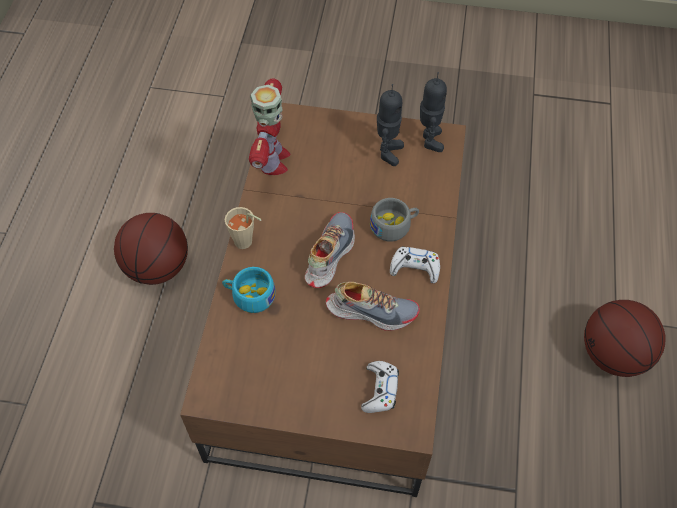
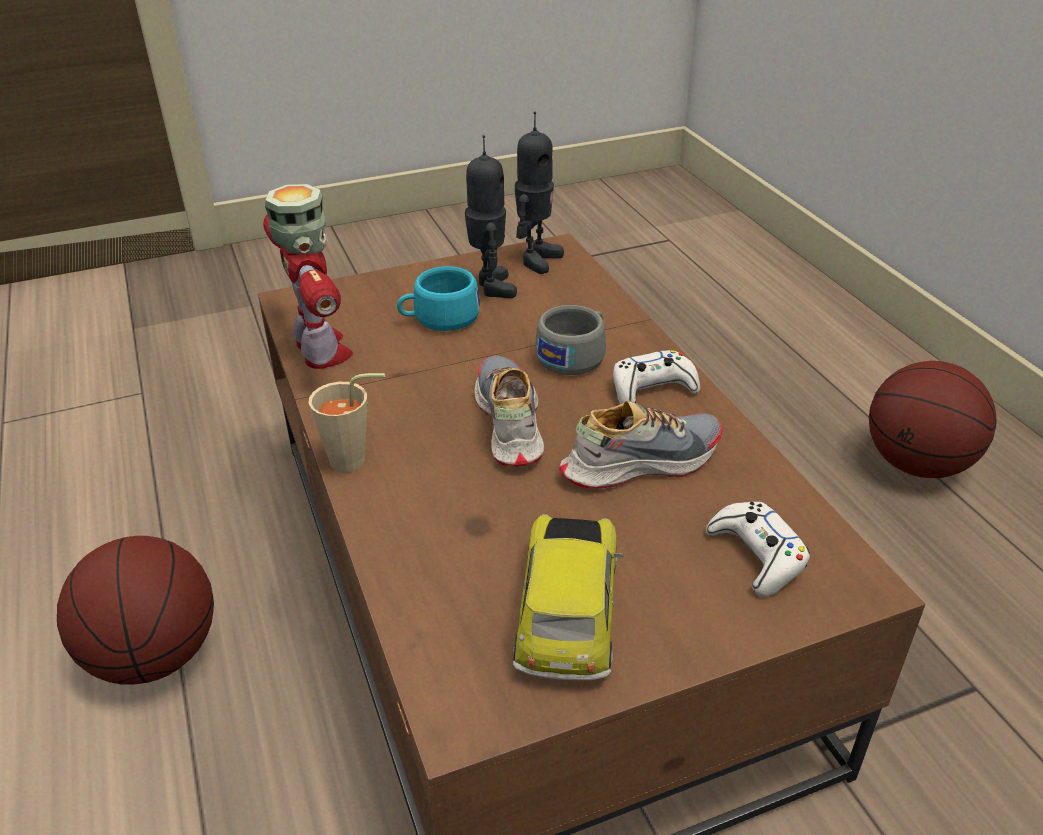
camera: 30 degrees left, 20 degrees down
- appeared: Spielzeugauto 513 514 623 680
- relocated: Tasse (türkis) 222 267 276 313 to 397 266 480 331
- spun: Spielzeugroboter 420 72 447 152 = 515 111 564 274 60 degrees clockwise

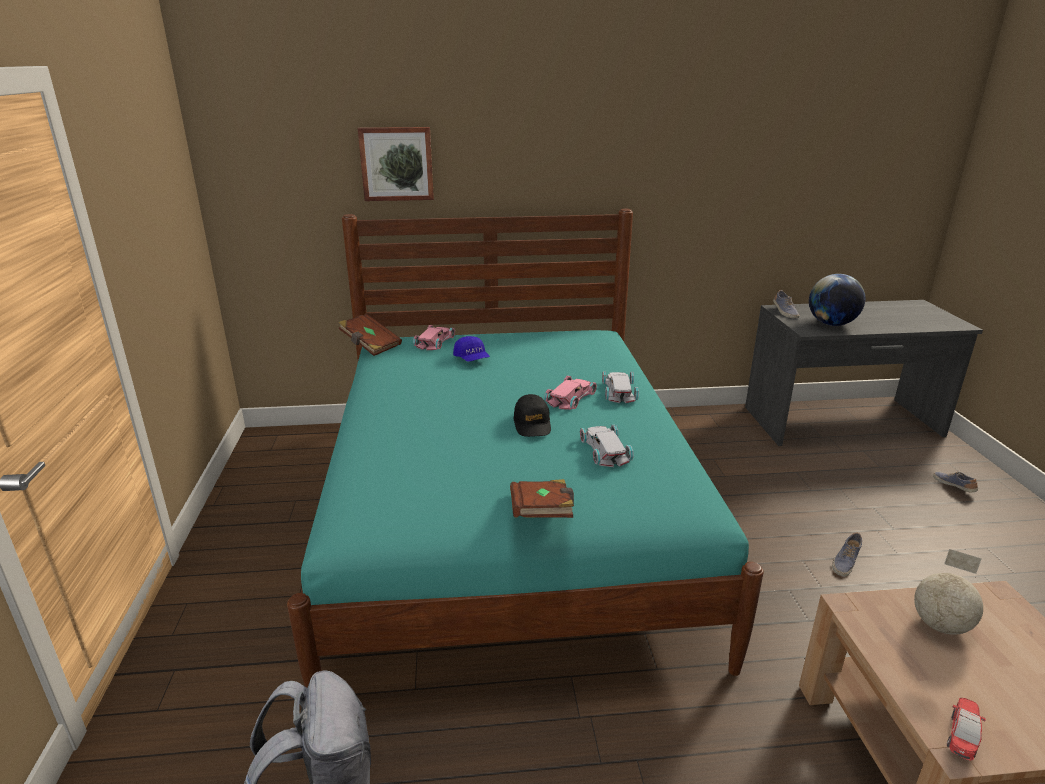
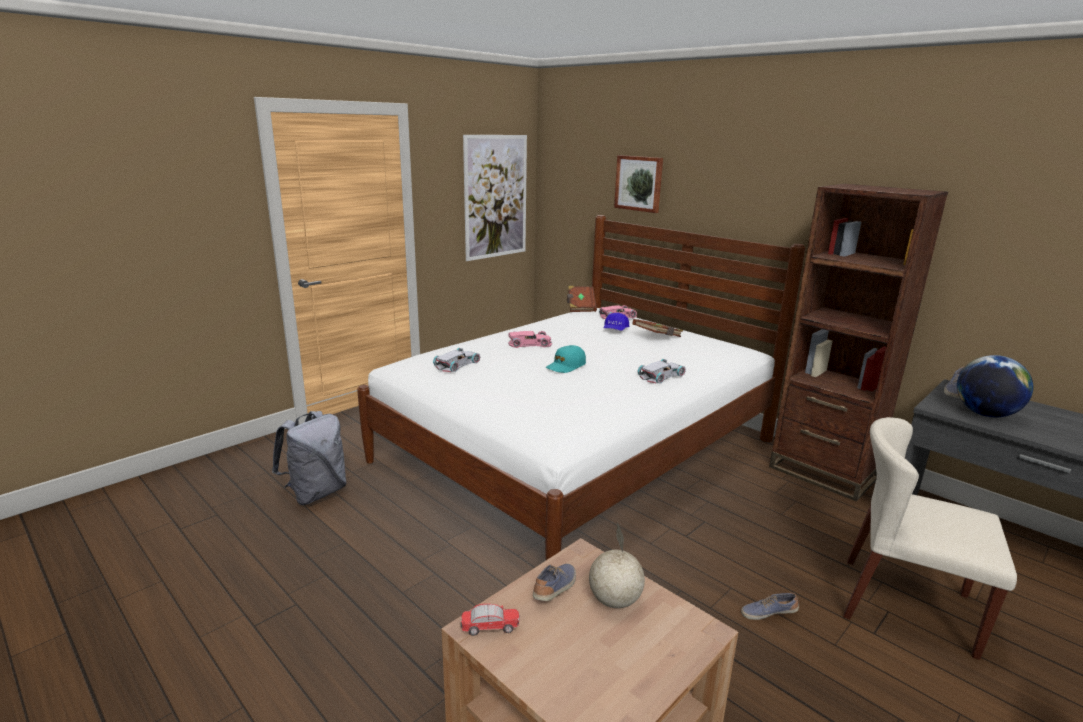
camera: 50 degrees right, 5 degrees down
- appeared: Bild 463 135 527 261
- appeared: Bücherregal (braun) 769 184 948 502
- appeared: Stuhl (beige) 844 417 1017 660
- relocated: Buch (braun) 510 479 574 518 to 632 319 683 337
- relocated: Spielzeugauto (rosa) 544 376 597 410 to 508 331 552 348
- relocated: Spielzeugauto (weiß) 580 424 634 467 to 433 348 480 372
- relocated: Schuh 933 472 978 493 to 533 564 576 601
- colour: Bett (türkis) 287 209 764 687 to Bett (weiß) 357 215 805 560
- colour: Kappe (schwarz) 514 394 551 437 to Kappe (türkis) 546 345 586 373

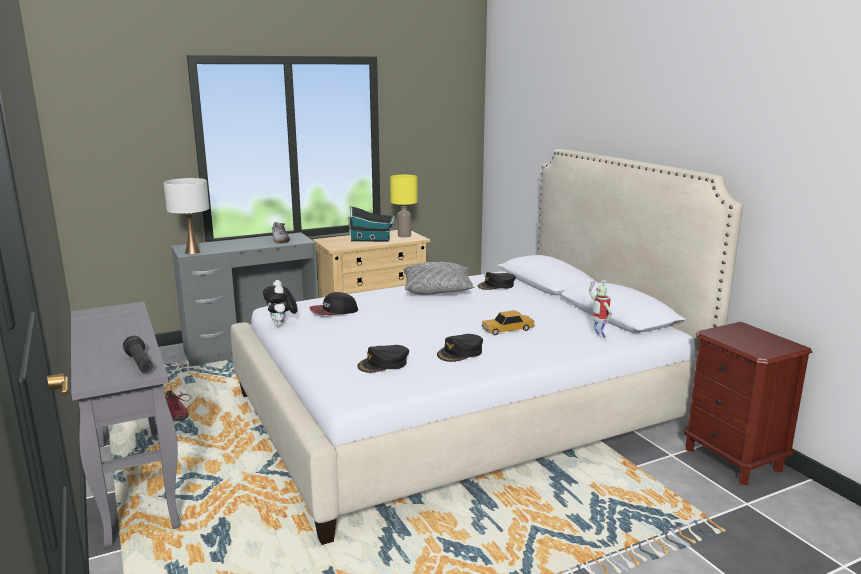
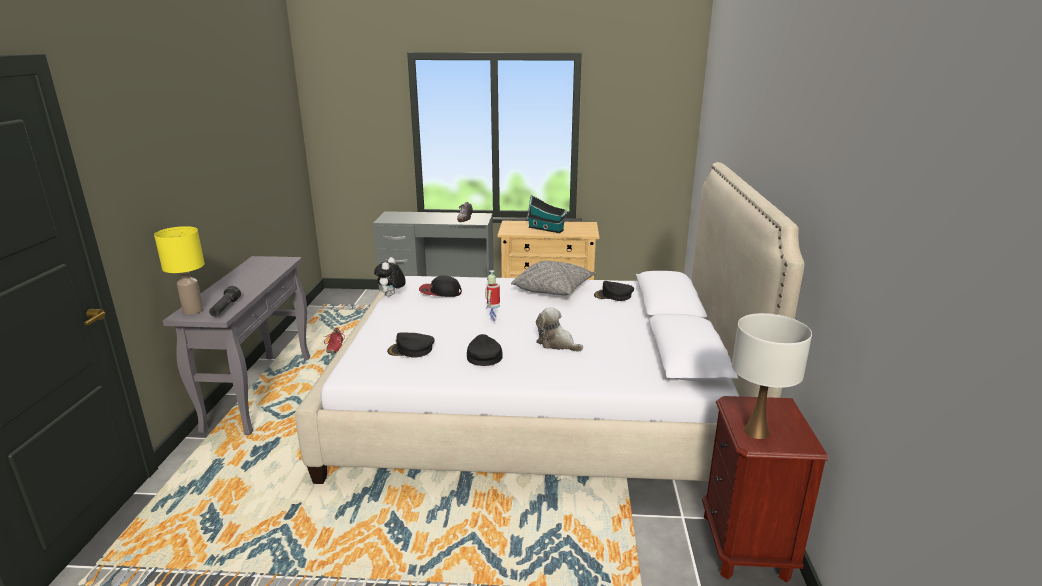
camera: 30 degrees right, 5 degrees up
- relocated: Tischlampe (weiß) 163 178 209 254 to 732 313 812 439
- relocated: Tischlampe (gelb) 390 175 418 238 to 154 226 205 315
- relocated: Spielzeugroboter 589 280 612 340 to 485 270 500 324
- exchanged: Spielzeugauto 482 310 535 335 to Plüschtier 536 307 583 351
- spun: Kappe (schwarz) 437 334 483 362 = 467 334 503 366 90 degrees clockwise

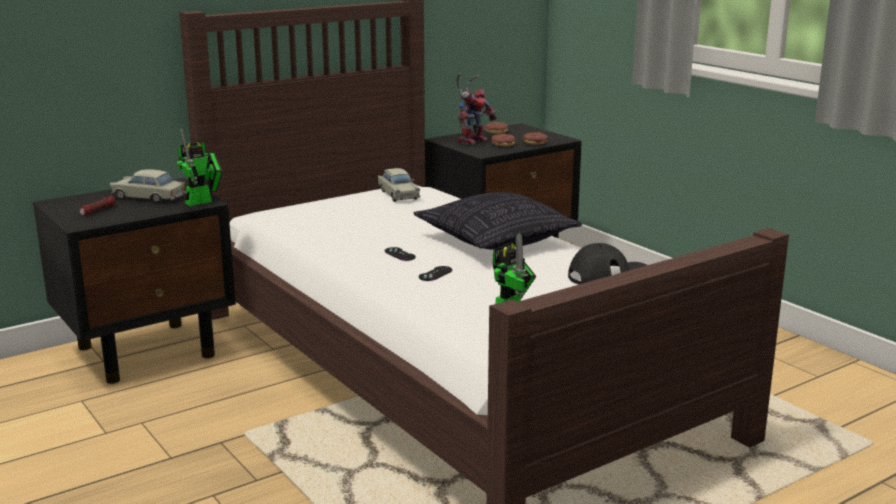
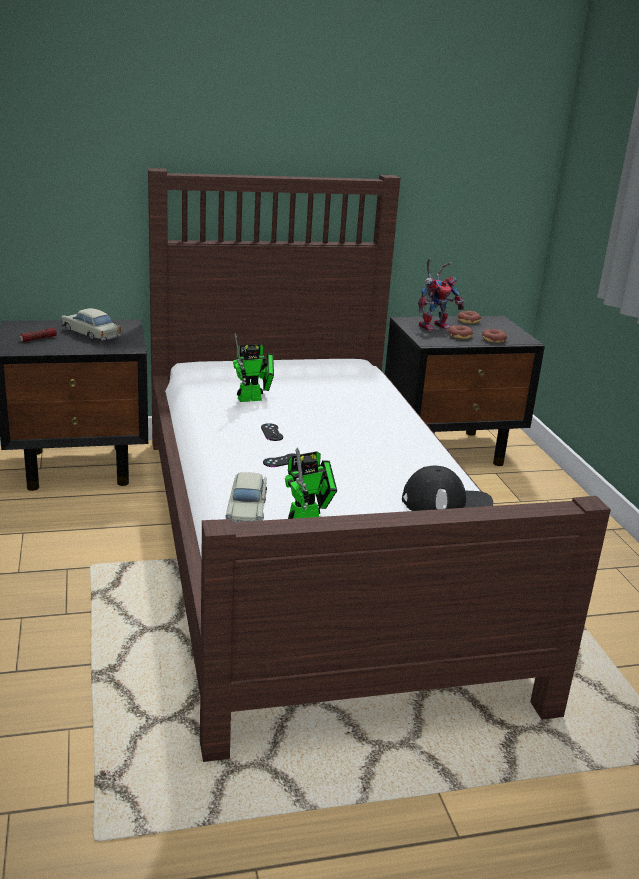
camera: 20 degrees right, 5 degrees up
- missing: Kissen 414 192 582 250
- relocated: Spielzeugroboter 177 128 222 206 to 233 333 274 402
- relocated: Spielzeugauto (beige) 378 168 420 202 to 225 472 267 522

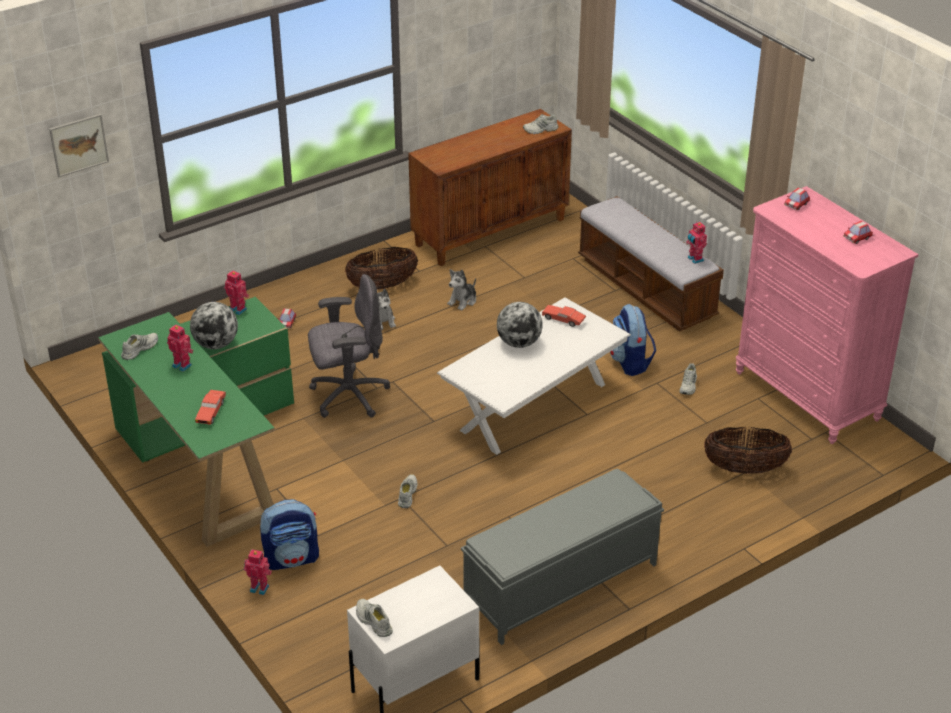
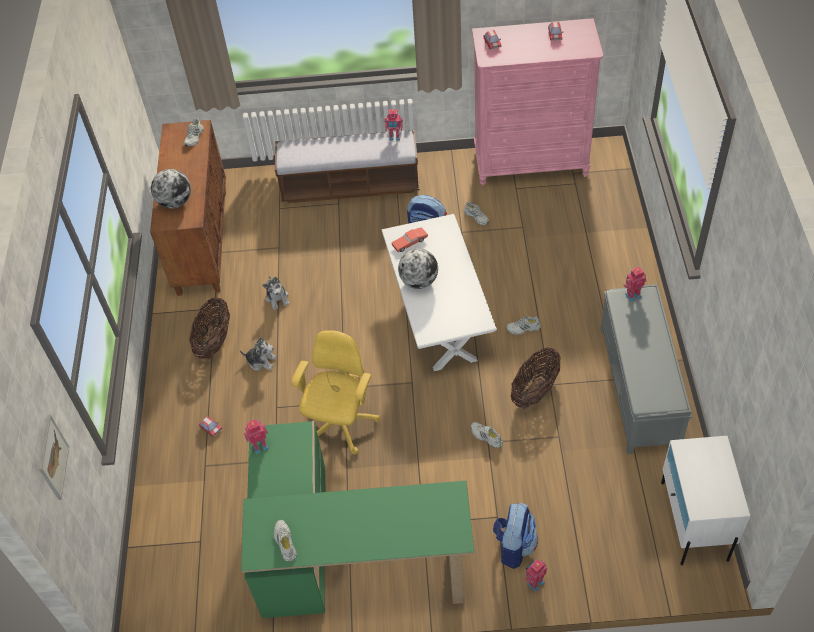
camera: 55 degrees left, 15 degrees up
- missing: Spielzeugauto (rot) 195 390 226 425
- relocated: Spielzeugroboter 167 325 194 372 to 624 267 647 302
- relocated: Globus 190 302 238 349 to 151 169 191 209
- relocated: Schuh (weiß) 356 599 393 637 to 506 316 541 335
- relocated: Korb 704 427 792 474 to 511 347 561 409
- colour: Bürostuhl (grau) 308 274 390 418 to Bürostuhl (gelb) 291 330 380 454

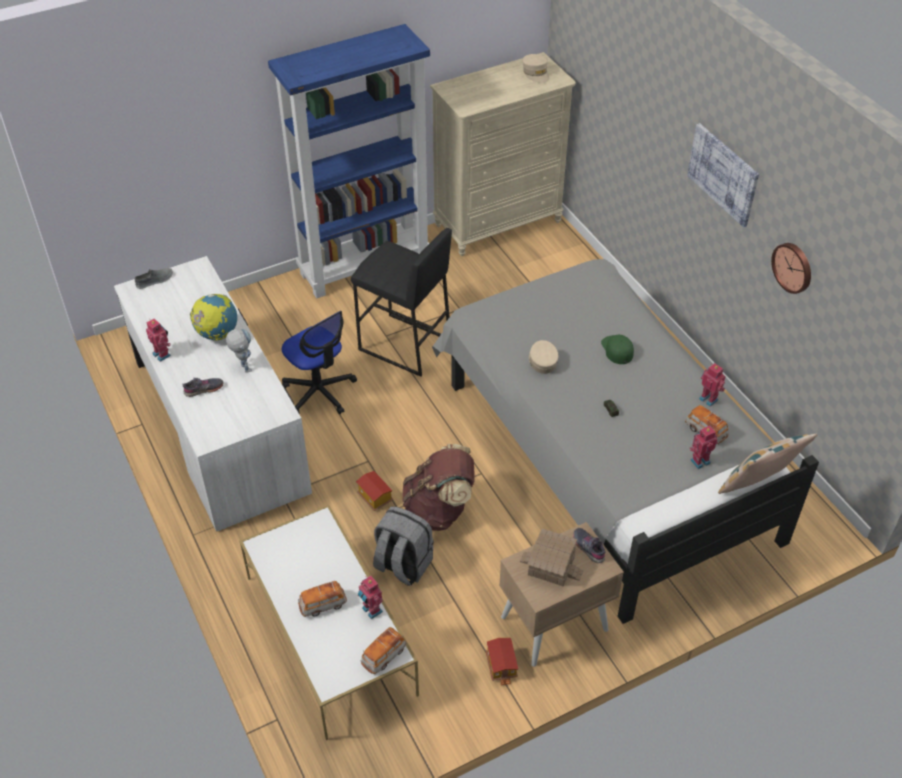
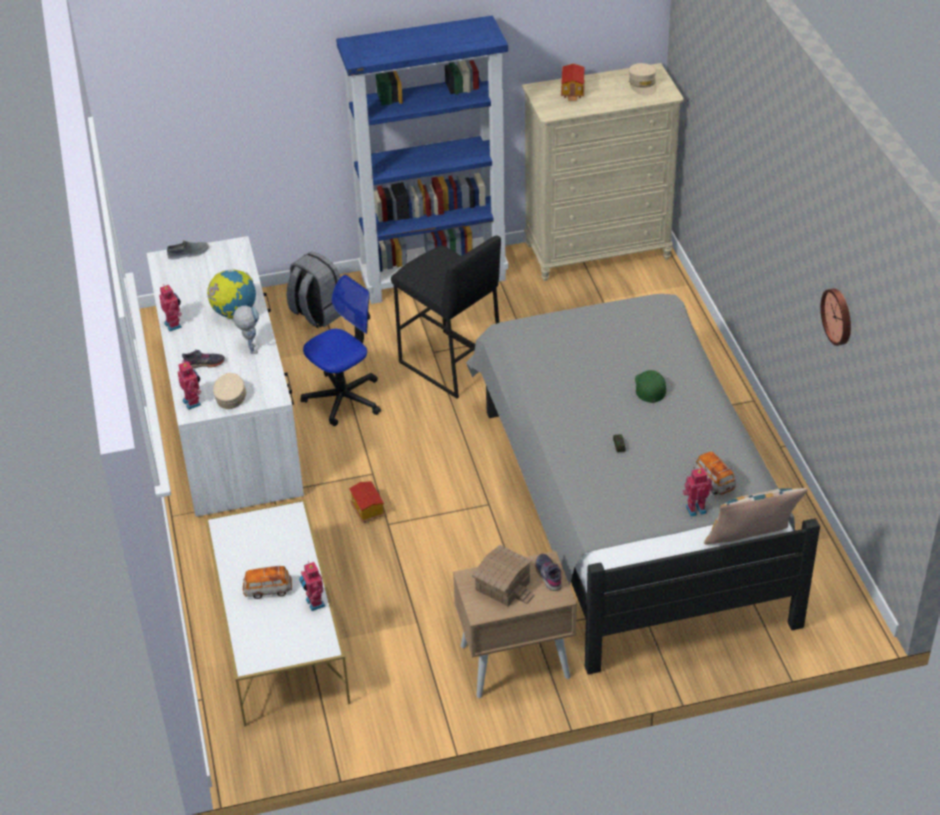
camera: 15 degrees right, 5 degrees down
- missing: Spielzeugauto 361 627 407 674
- missing: Rucksack (braun) 402 444 474 531
- missing: Bild 687 123 759 227
- relocated: Rucksack (grau) 373 506 434 586 to 287 252 341 328
- relocated: Spielzeughaus 486 638 518 686 to 561 64 585 101
- relocated: Kappe (beige) 529 340 559 374 to 213 373 246 409
- relocated: Spielzeugroboter 699 363 726 407 to 178 361 201 410
- spun: Bürostuhl 282 311 357 414 = 301 275 381 426 105 degrees counterclockwise

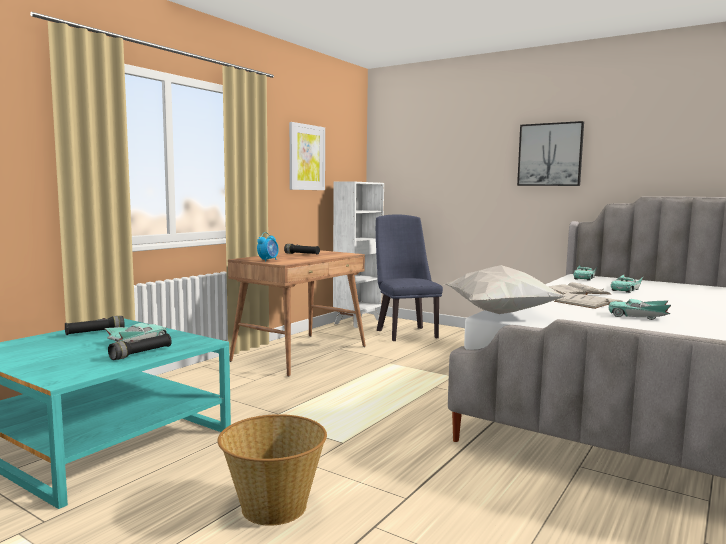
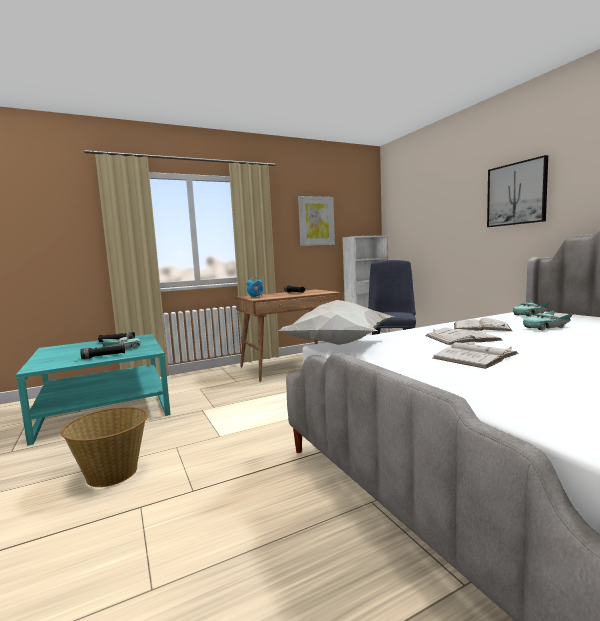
camera: 30 degrees right, 0 degrees up
- exchanged: Spielzeugauto (türkis) 609 299 671 320 to Buch (weiß) 433 342 519 369

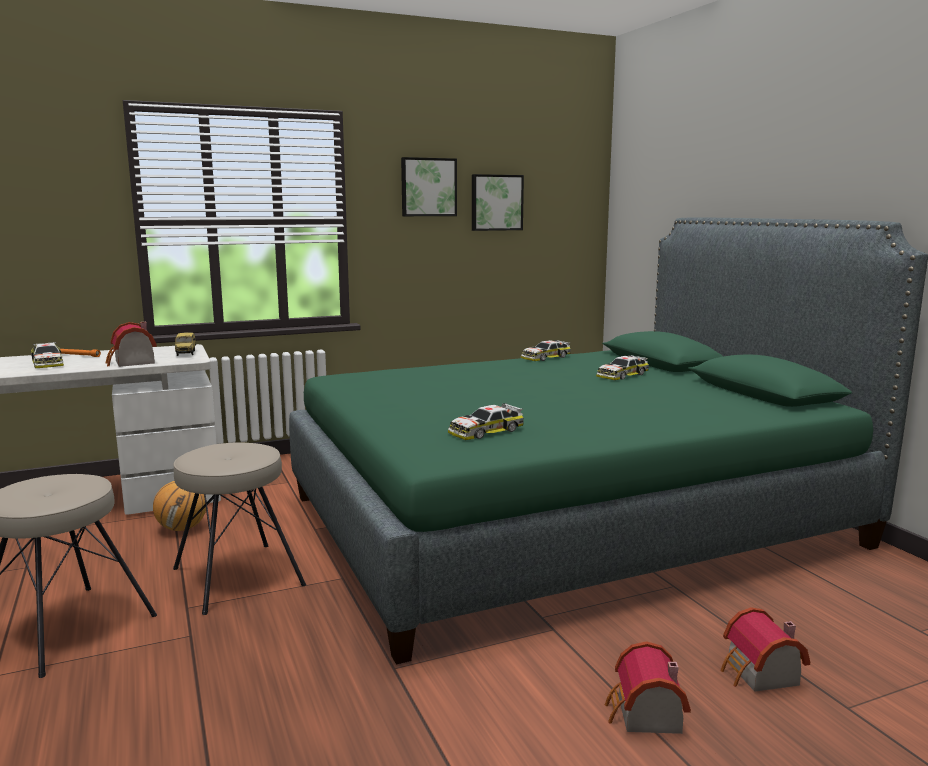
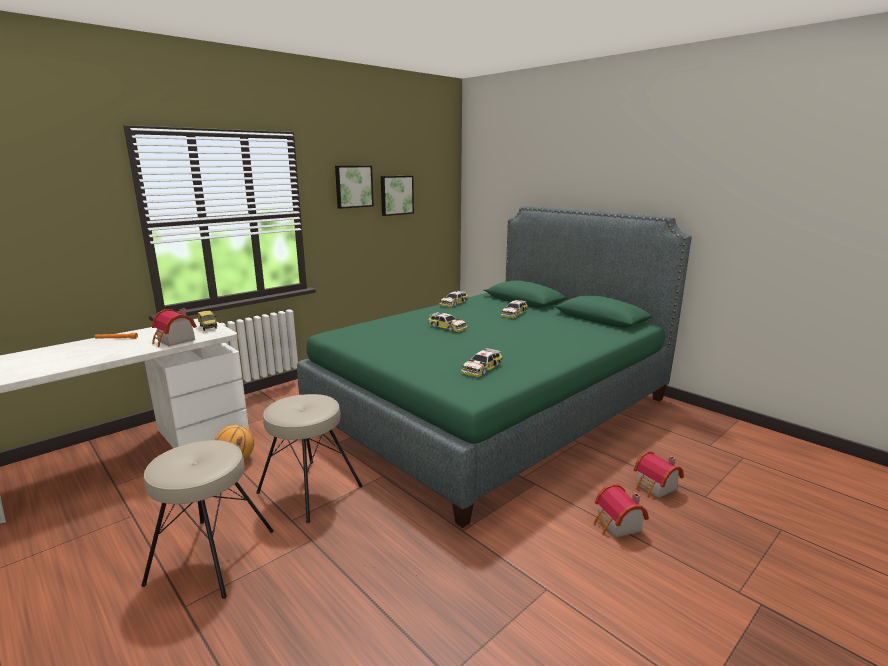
camera: 20 degrees left, 5 degrees up
- relocated: Spielzeugauto 31 342 64 368 to 428 312 467 332

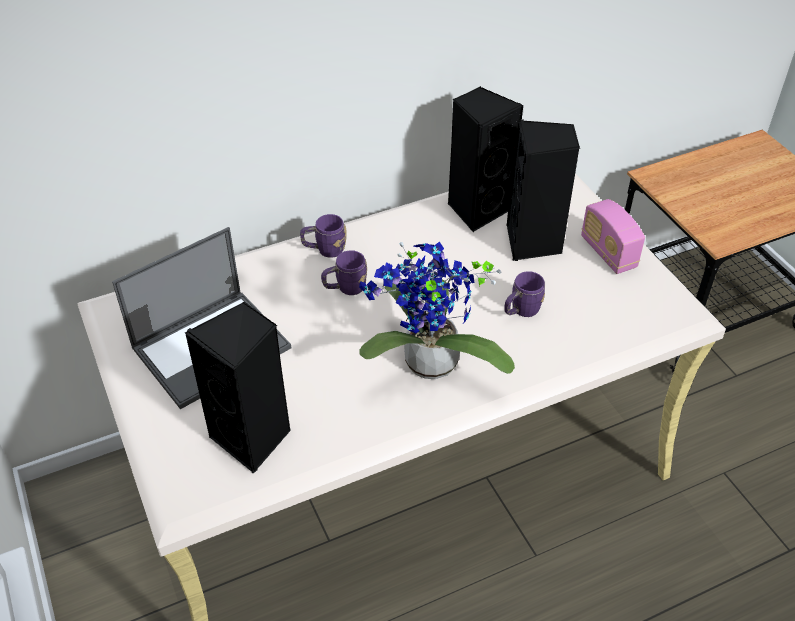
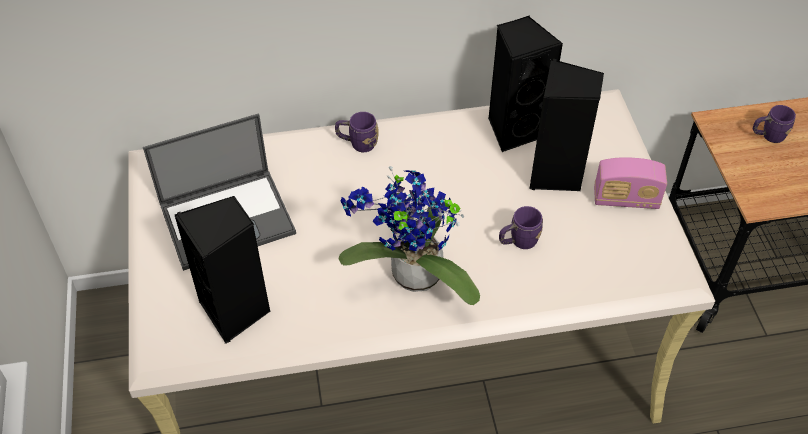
camera: 15 degrees right, 5 degrees up
- relocated: Henkelbecher (lila) 321 250 367 295 to 753 105 796 143
- spun: Radio 581 199 645 274 = 594 157 667 209 75 degrees counterclockwise

